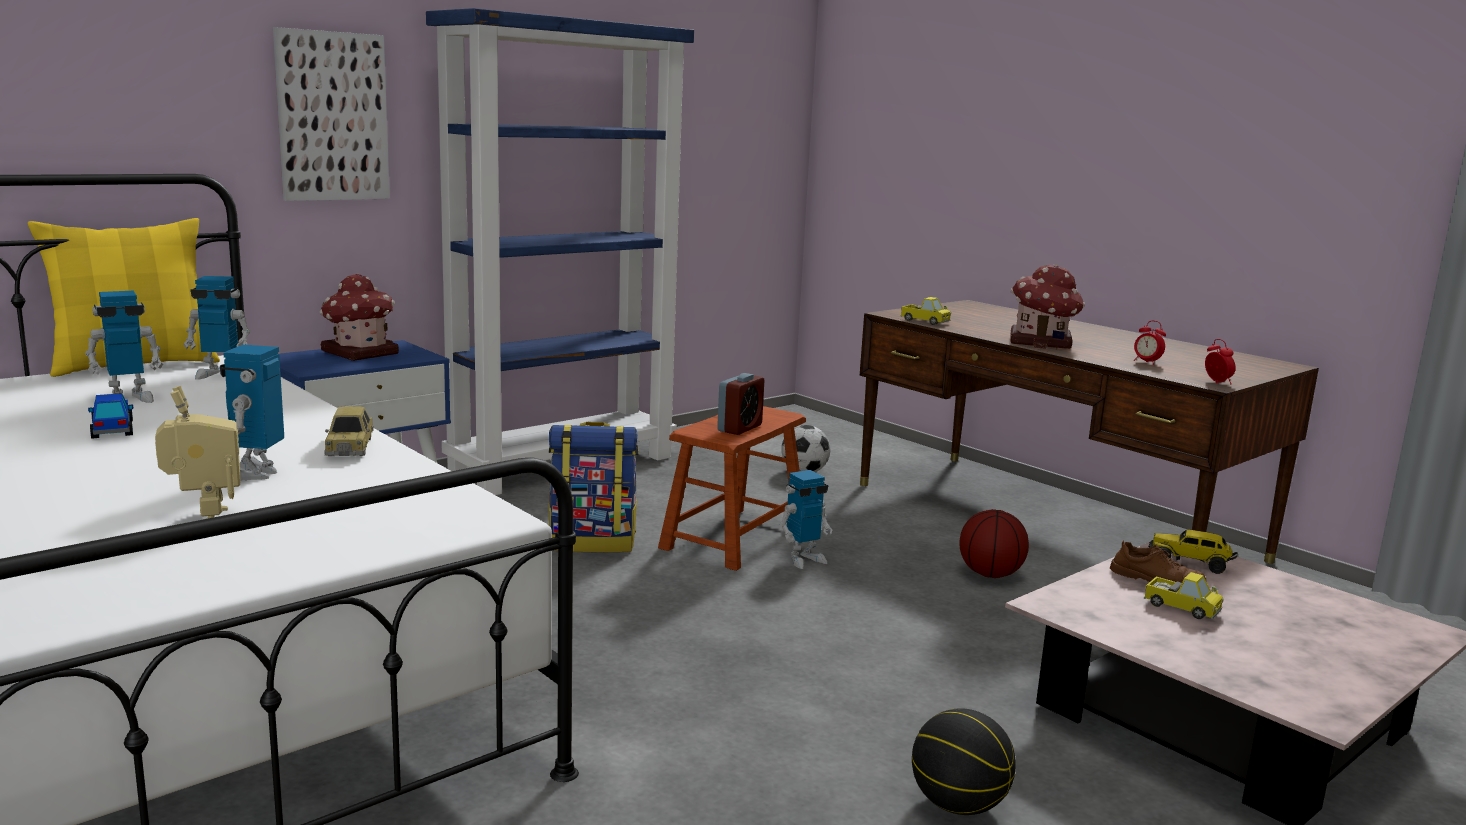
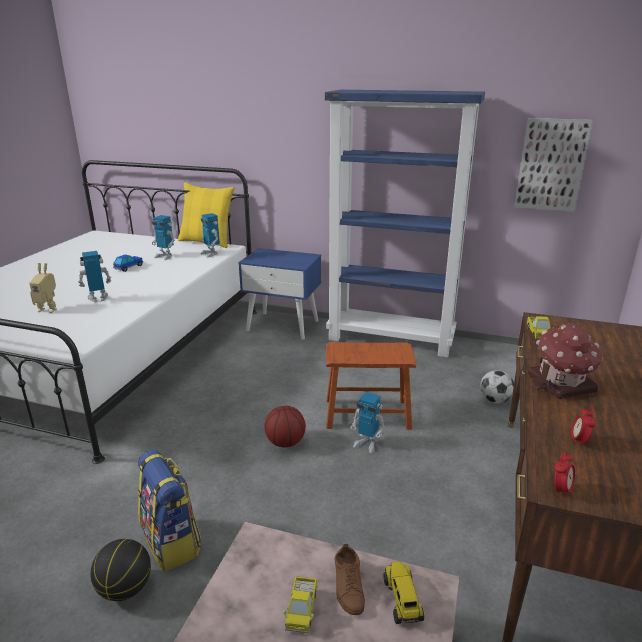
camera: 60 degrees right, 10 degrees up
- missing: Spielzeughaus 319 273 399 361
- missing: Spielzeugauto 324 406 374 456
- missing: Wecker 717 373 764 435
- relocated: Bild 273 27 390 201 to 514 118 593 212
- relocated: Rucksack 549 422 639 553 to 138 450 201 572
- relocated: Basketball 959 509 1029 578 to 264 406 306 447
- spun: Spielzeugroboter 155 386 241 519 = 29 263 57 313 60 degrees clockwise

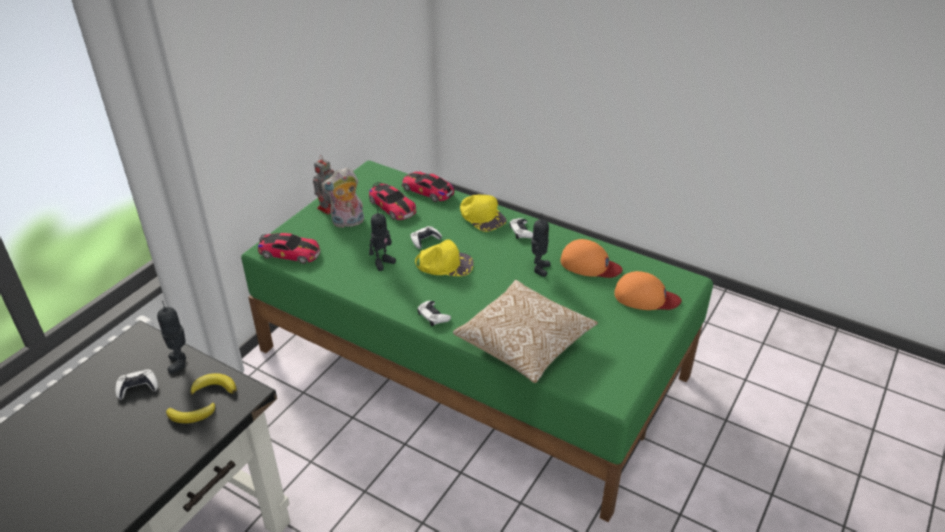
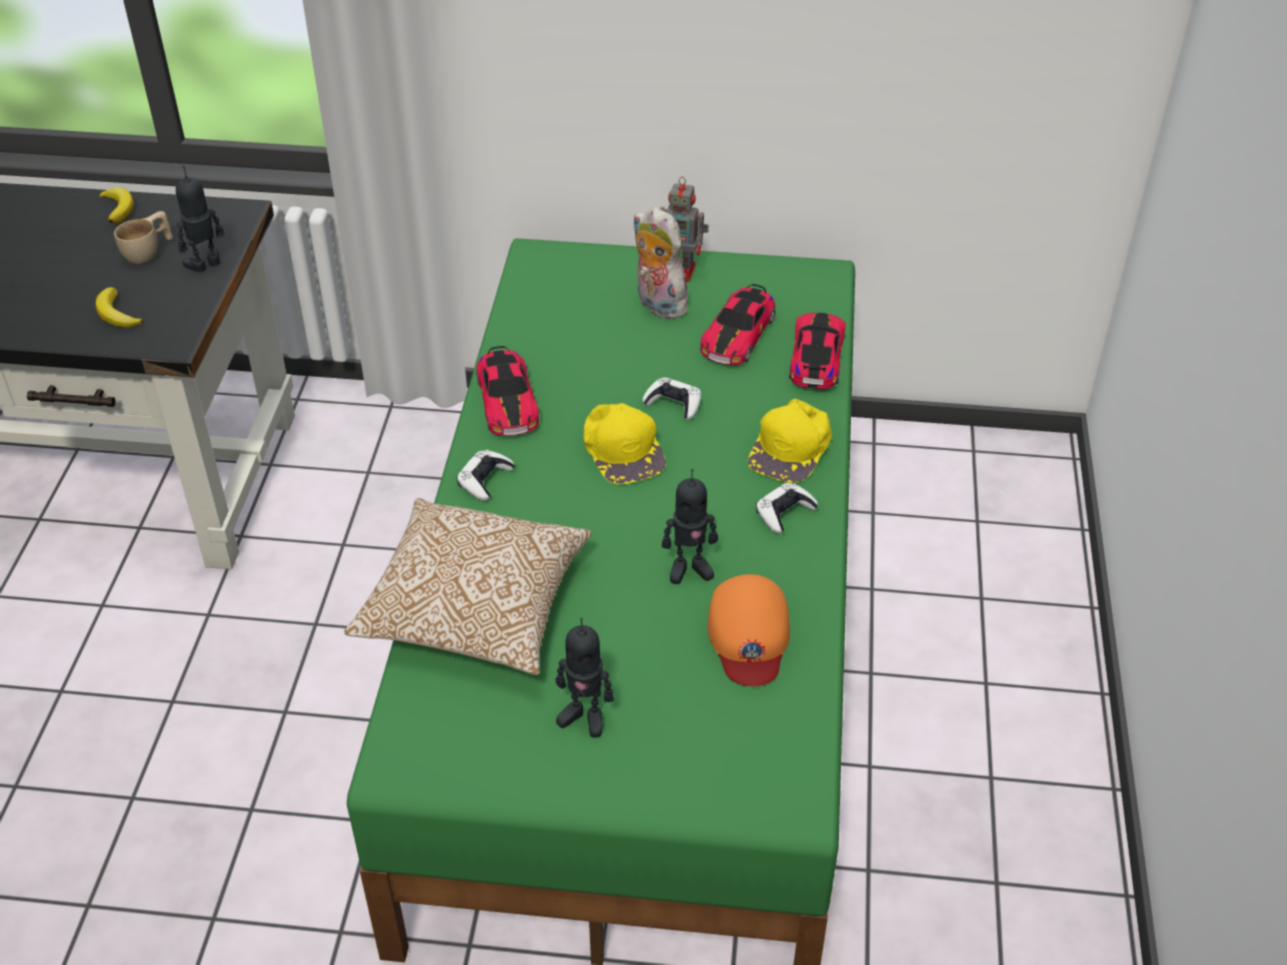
camera: 65 degrees right, 5 degrees up
- missing: Kappe (orange) 614 271 681 310
- relocated: Banane 190 373 236 395 to 99 187 134 224
- relocated: Spielzeugauto 258 233 320 264 to 476 346 539 436
- relocated: Spielzeugroboter 369 207 396 271 to 556 618 614 738
- exchanged: Gamepad (weiß) 116 369 158 400 to Tasse (beige) 114 211 173 264

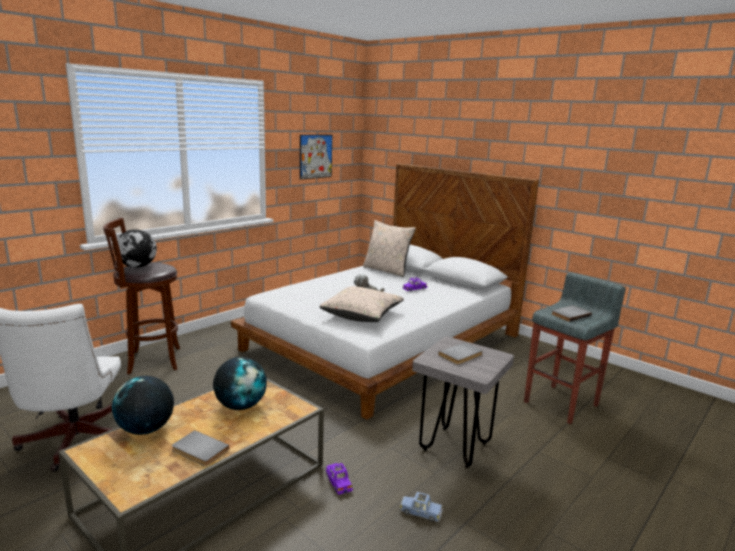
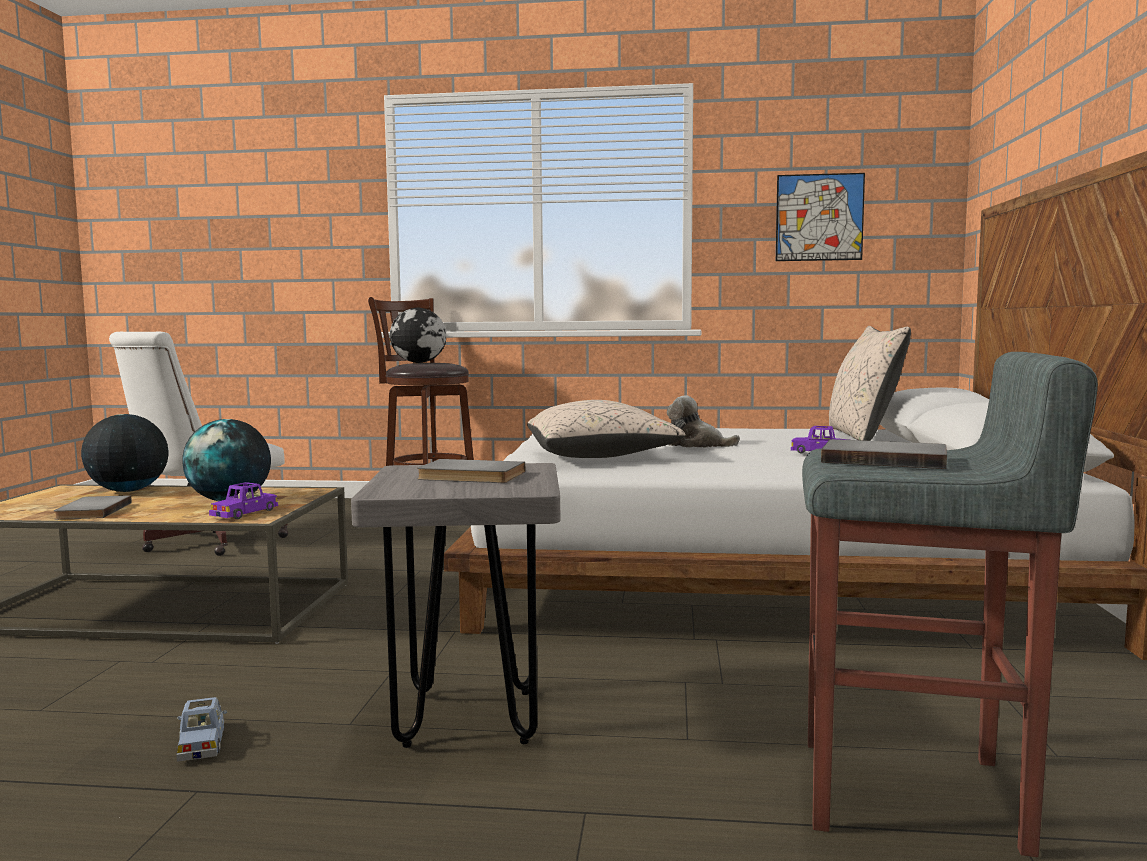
camera: 55 degrees right, 10 degrees down
- relocated: Spielzeugauto (lila) 326 463 353 495 to 209 482 278 519

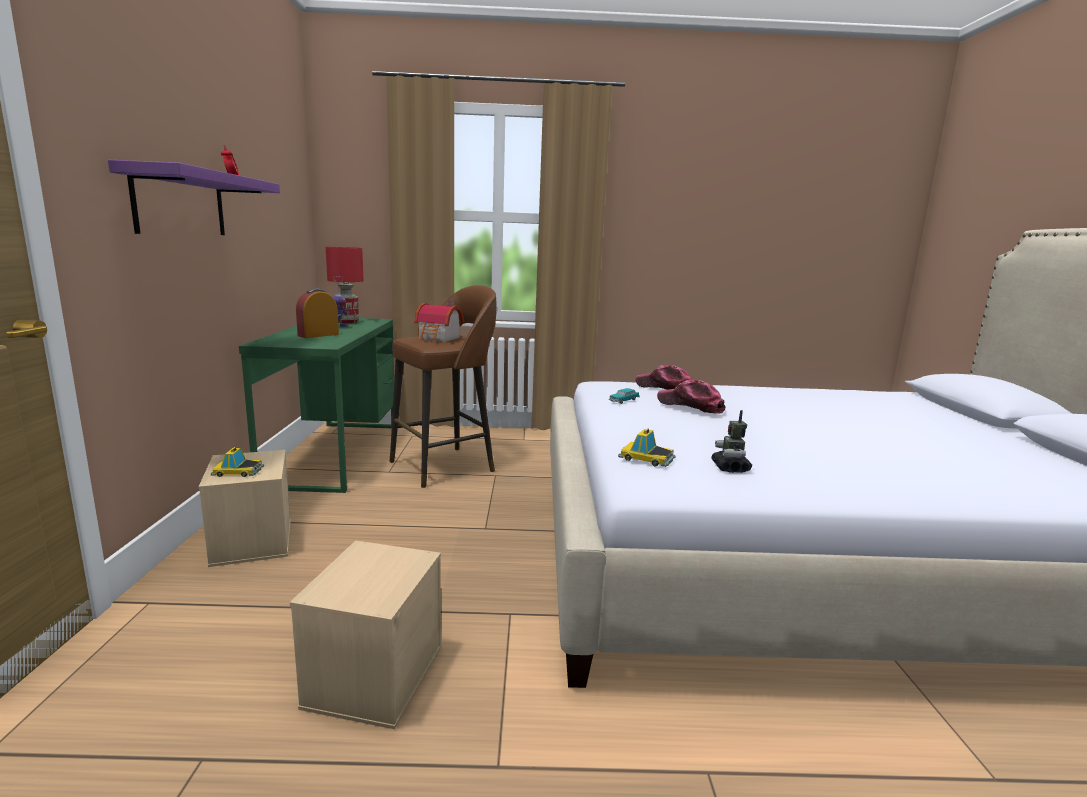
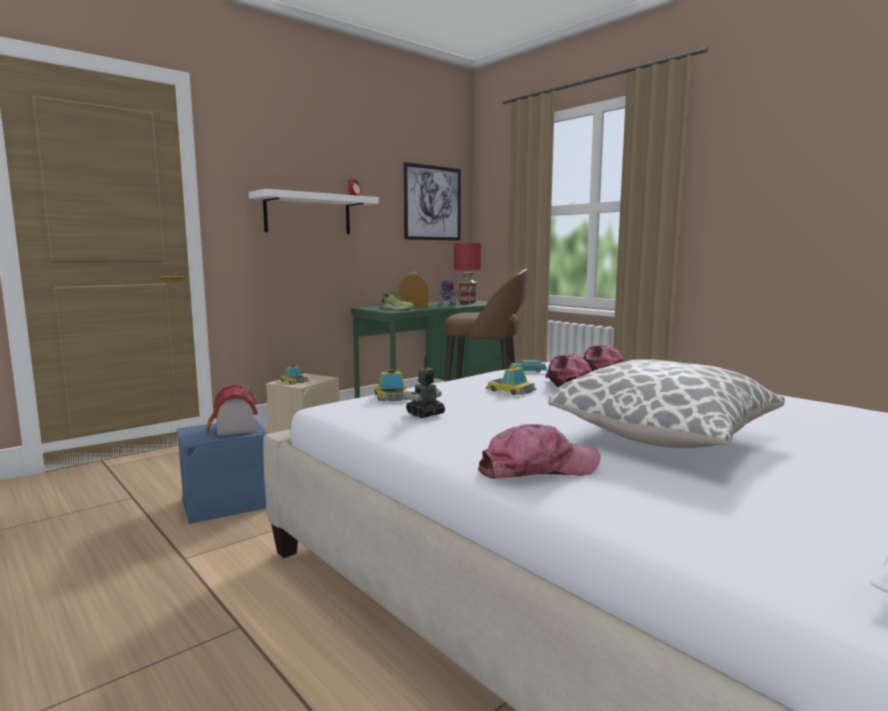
camera: 50 degrees right, 5 degrees down
- appeared: Schuh 381 291 414 310
- appeared: Bild 403 162 461 241
- appeared: Kappe 478 424 601 479
- appeared: Spielzeugauto 486 365 536 395
- appeared: Kissen 548 359 785 448
- relocated: Spielzeughaus 414 301 464 342 to 206 384 258 436
- colour: Wandregal (lila) 108 160 280 235 to Wandregal (weiß) 249 189 379 234
- colour: Aufbewahrungsbox (beige) 290 540 442 729 to Aufbewahrungsbox (blau) 176 419 268 524

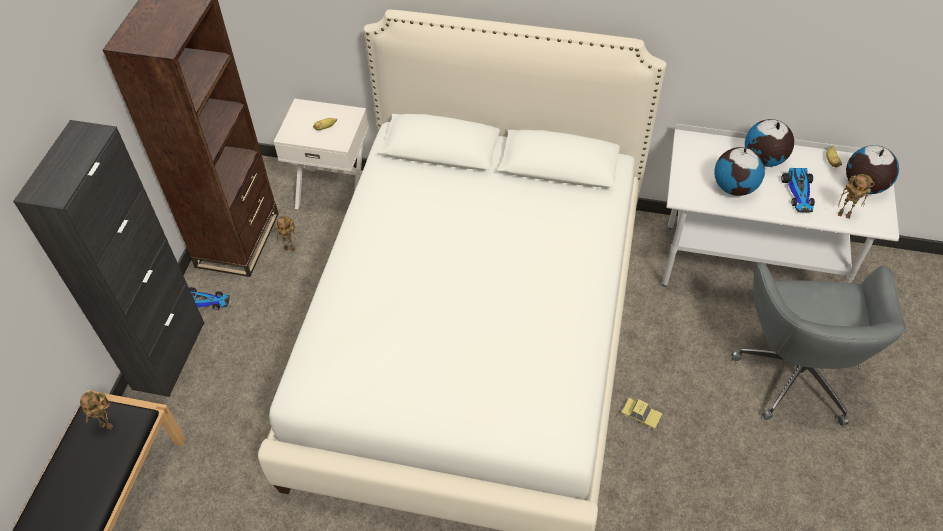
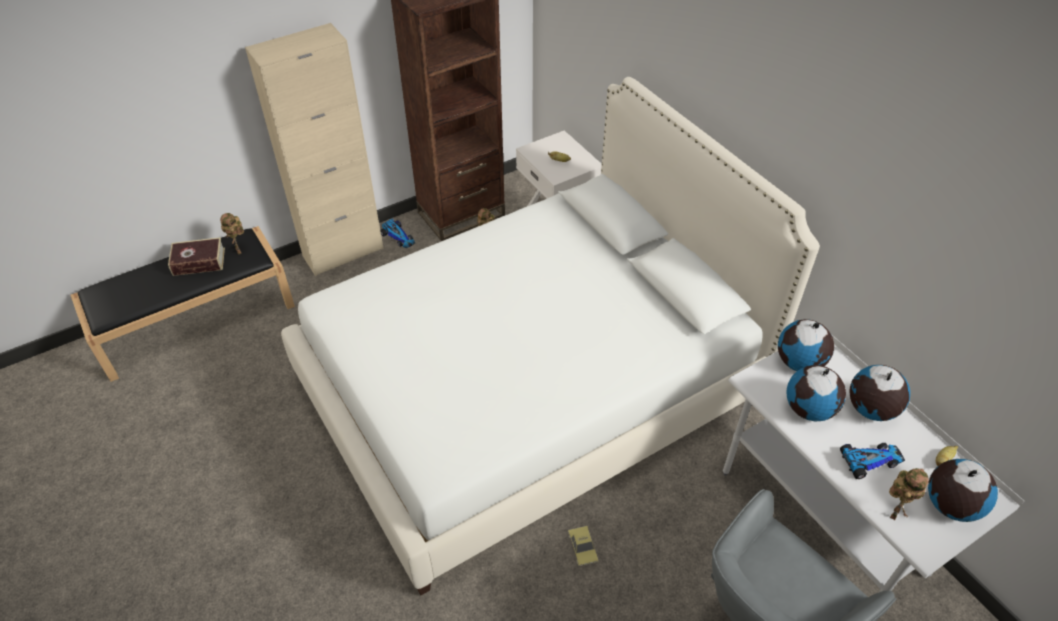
camera: 45 degrees right, 5 degrees down
- appeared: Buch 168 237 225 276
- appeared: Globus 778 319 834 371
- colour: Schrank (schwarz) 13 120 205 397 to Schrank (beige) 245 23 384 276
- spun: Spielzeugauto 781 168 815 213 = 840 443 905 479 150 degrees counterclockwise
- spun: Spielzeugroboter 838 174 874 219 = 889 468 928 520 120 degrees counterclockwise

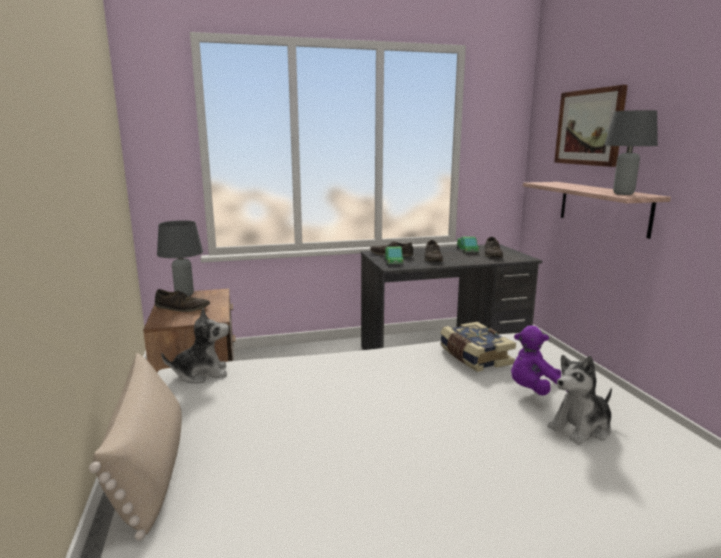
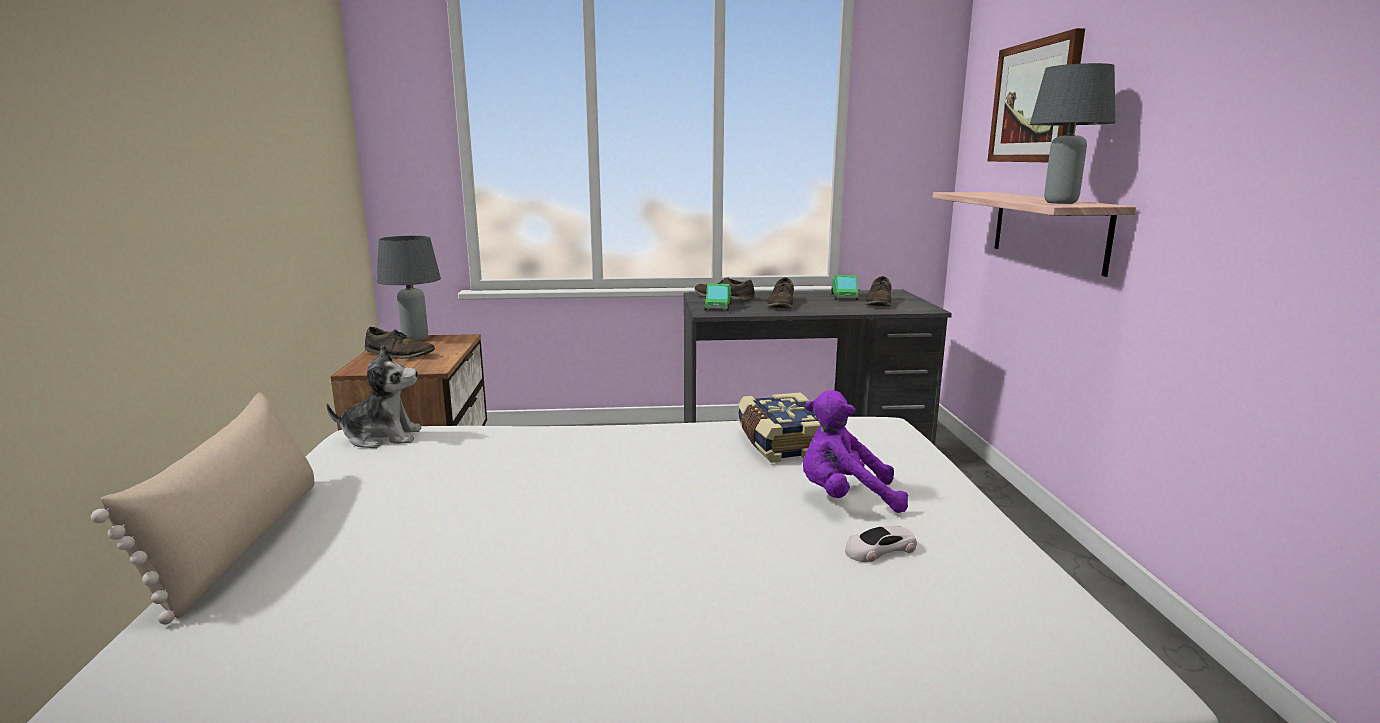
camera: 10 degrees right, 0 degrees up
- exchanged: Plüschtier 548 355 612 445 to Spielzeugauto (weiß) 845 525 917 562

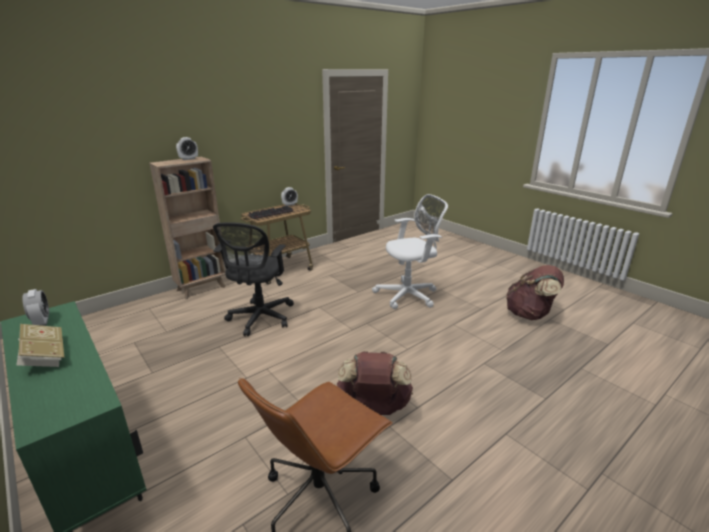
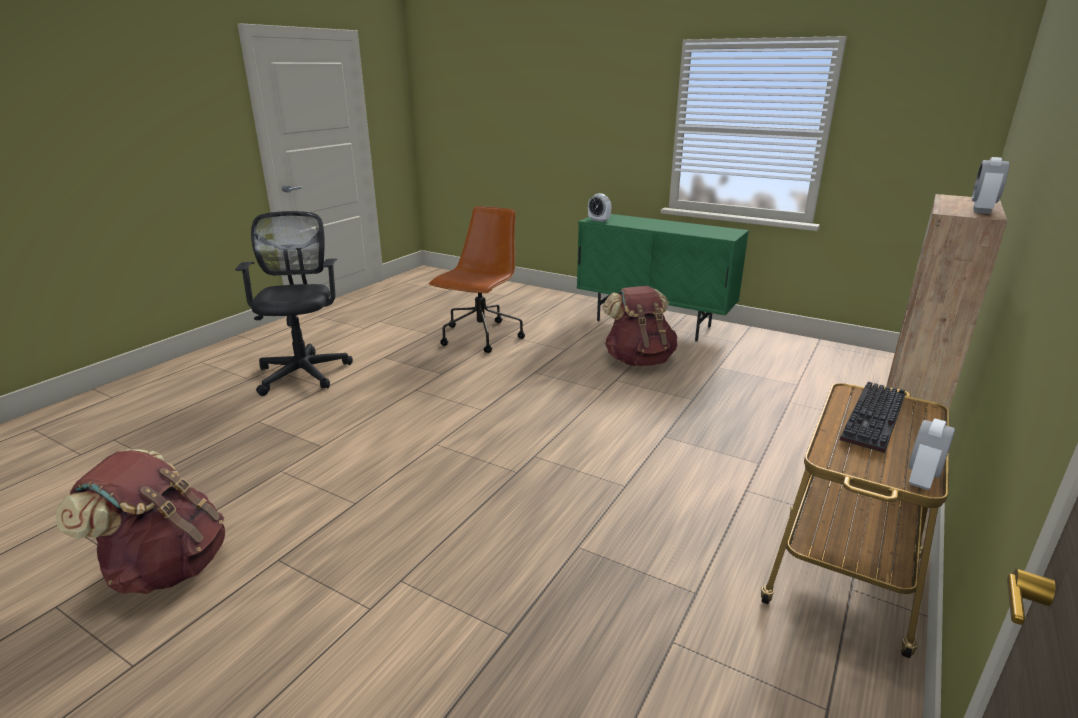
camera: 160 degrees right, 0 degrees up
- missing: Buch 17 324 64 367
- missing: Bürostuhl (weiß) 372 194 448 309
- relocated: Wecker 22 289 49 326 to 588 193 611 222
- relocated: Bürostuhl (schwarz) 213 222 294 336 to 235 211 353 396
- relocated: Rucksack (braun) 337 351 413 415 to 603 286 677 366

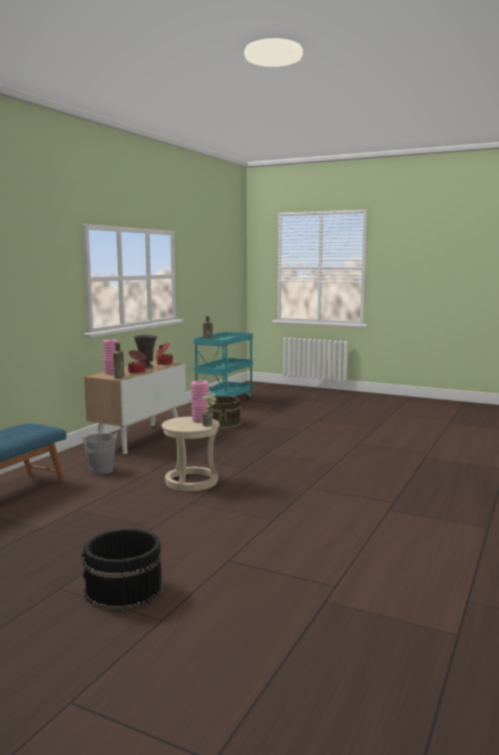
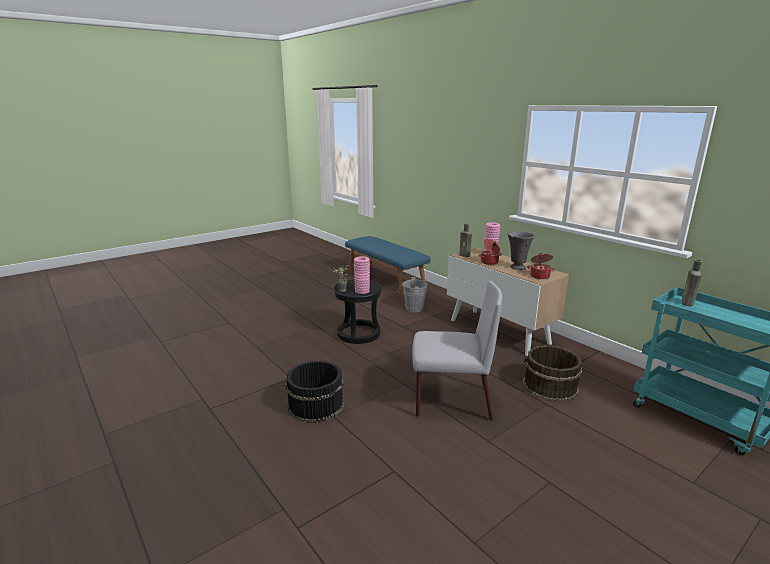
camera: 115 degrees right, 10 degrees up
- appeared: Stuhl (grau) 412 281 503 421
- relocated: Eimer (schwarz) 82 529 164 611 to 286 361 344 423
- colour: Hocker (beige) 162 416 220 491 to Hocker (schwarz) 333 279 382 344

